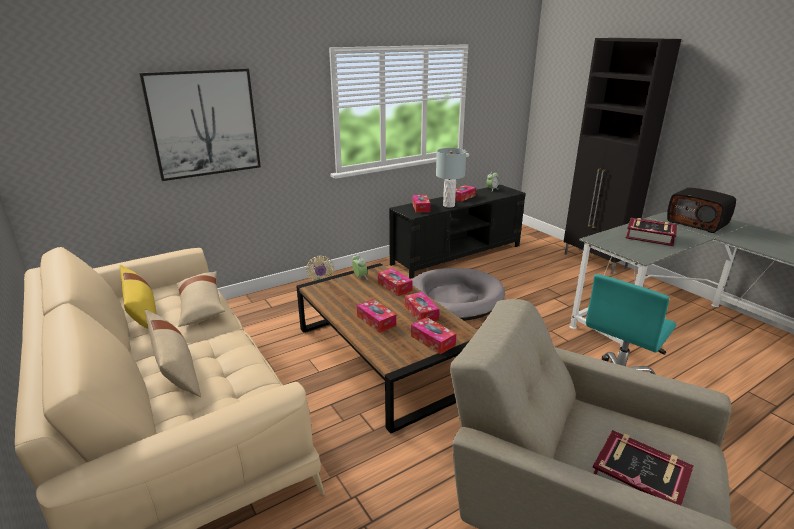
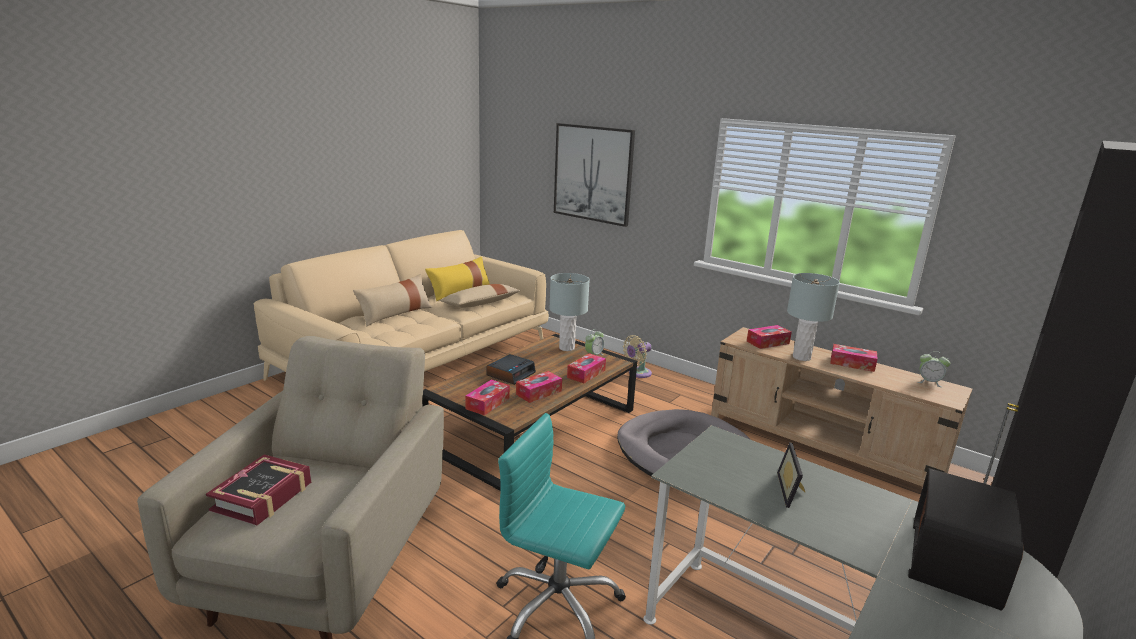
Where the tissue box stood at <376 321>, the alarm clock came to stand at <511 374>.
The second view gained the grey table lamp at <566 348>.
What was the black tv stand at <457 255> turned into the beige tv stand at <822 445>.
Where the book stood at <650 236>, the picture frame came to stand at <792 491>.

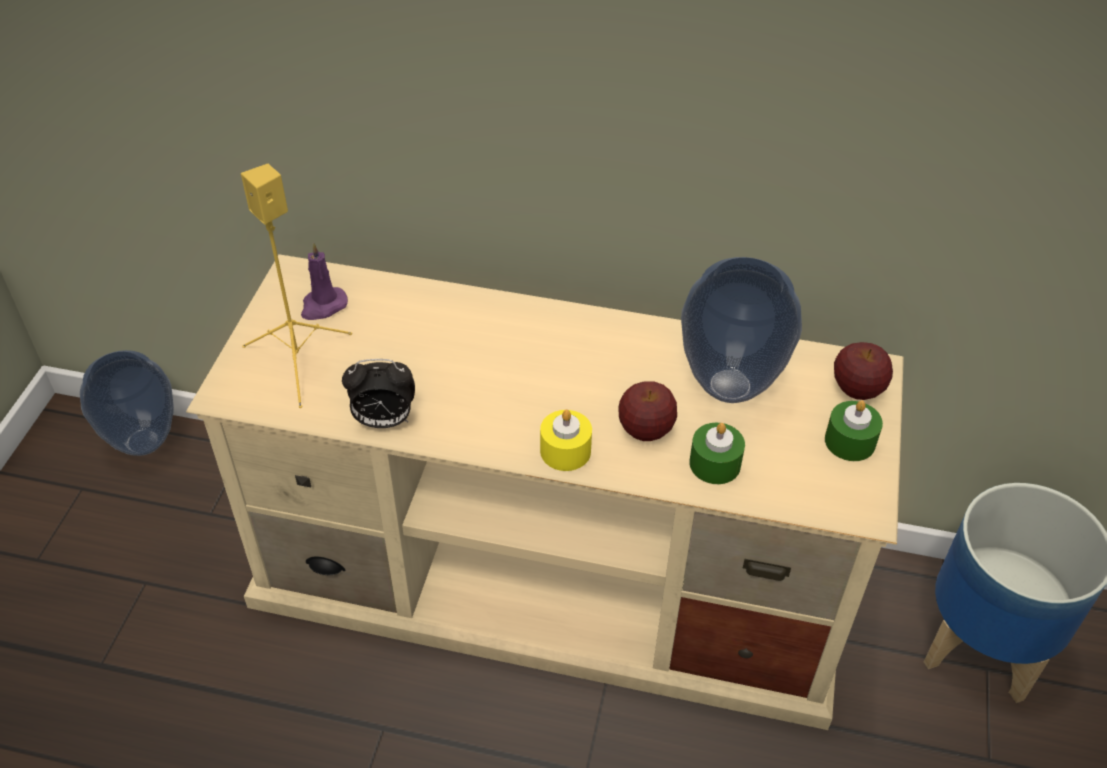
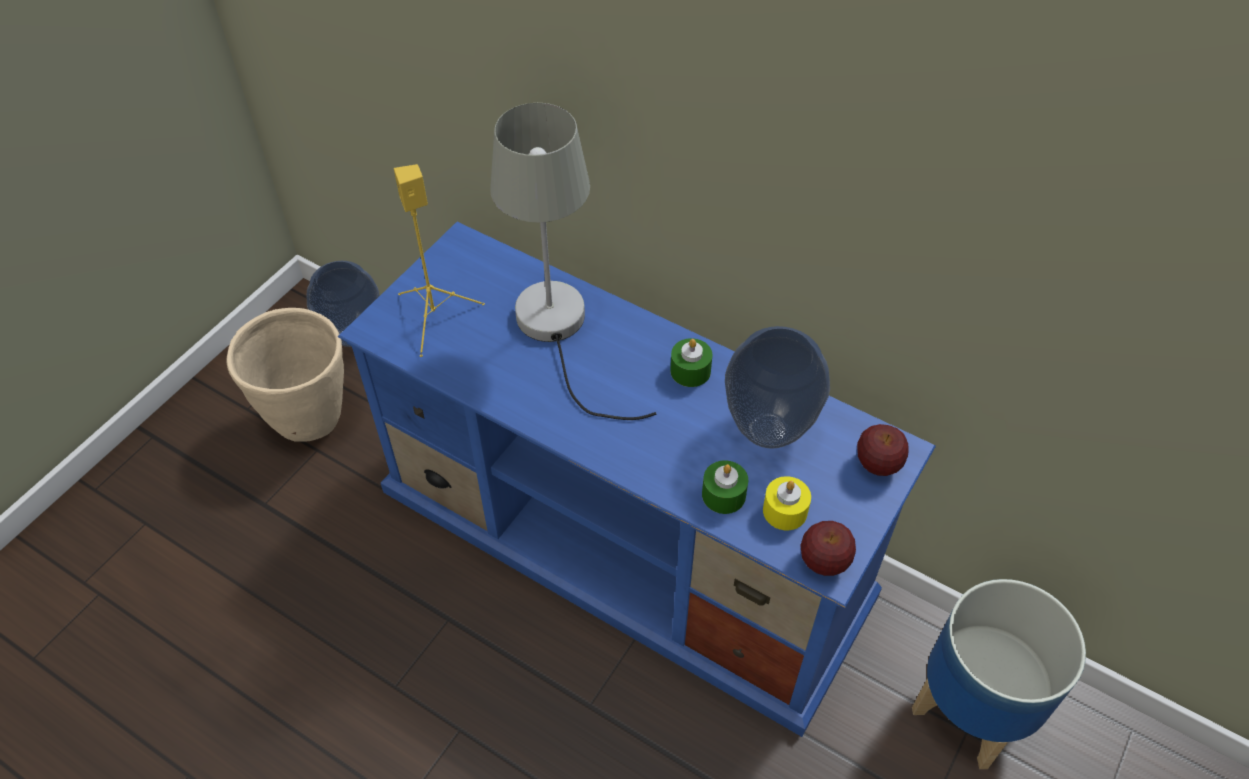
The second view gained the beige planter at <310 419>.
What was the beige tv stand at <555 580> turned into the blue tv stand at <628 541>.
The second view gained the grey table lamp at <559 331>.
The green candle ended up elsewhere, having gone from <850 441> to <690 371>.
The yellow candle ended up elsewhere, having gone from <565 451> to <785 511>.
The apple ended up elsewhere, having gone from <645 430> to <824 561>.
The second view lost the purple candle at <323 306>.
The second view lost the alarm clock at <383 421>.

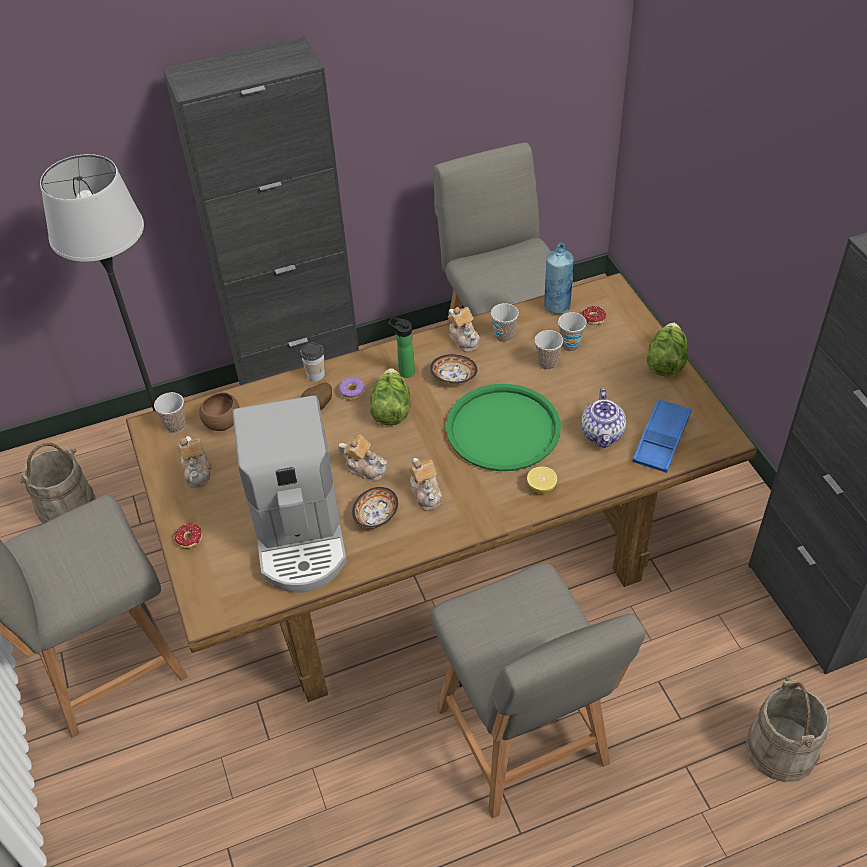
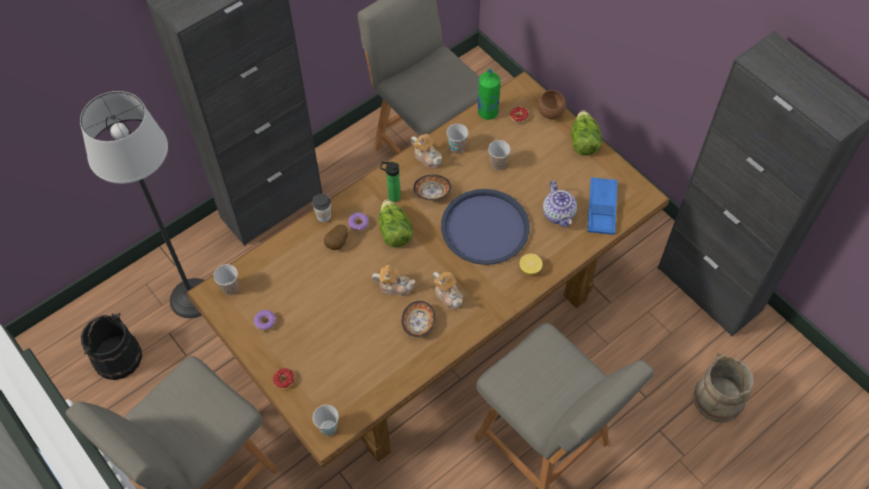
What was the beige bucket at <67 507> turned into the black bucket at <117 357>.
Where the teapot stood at <197 471>, the donut came to stand at <265 322>.
The cup ended up elsewhere, having gone from <570 345> to <328 427>.
What was the green tray at <503 429> turned into the blue tray at <485 228>.
What was the blue bottle at <557 306> turned into the green bottle at <487 112>.
The brown bowl ended up elsewhere, having gone from <223 423> to <550 112>.
The second view lost the coffee machine at <300 533>.

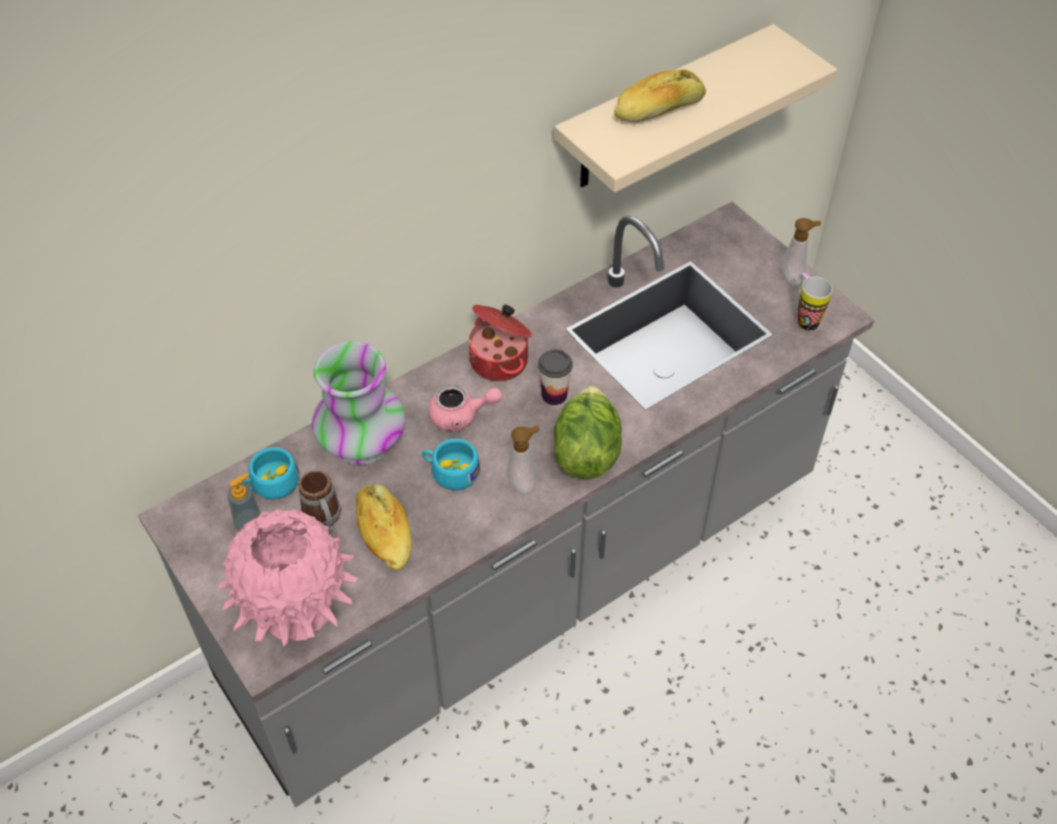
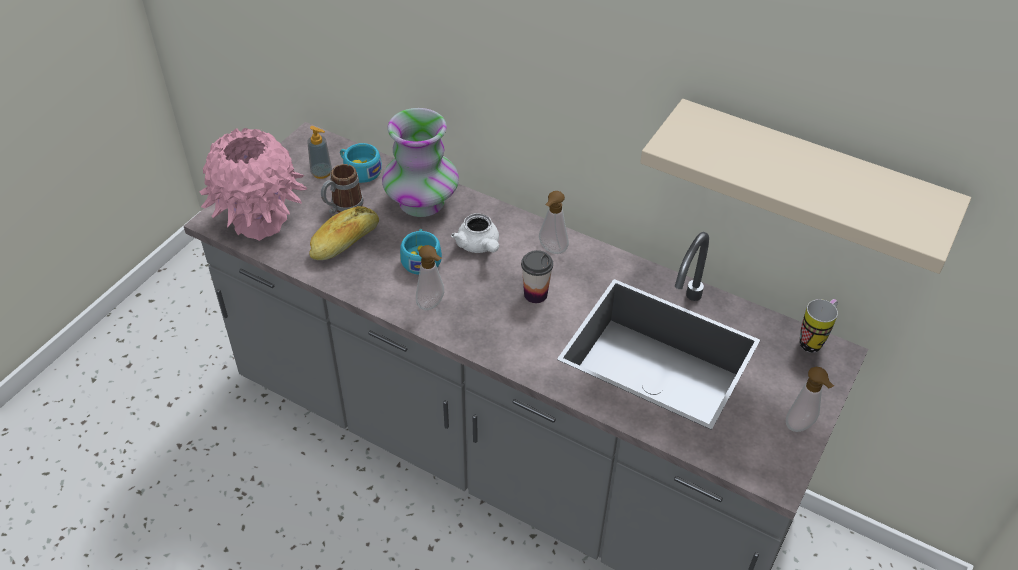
What was the pink teapot at <461 416> turned into the white teapot at <479 246>.
Where the cooking pot stood at <500 360>, the soap dispenser came to stand at <551 250>.
The mug ended up elsewhere, having gone from <804 317> to <814 340>.
The second view lost the lettuce at <586 452>.
The second view lost the bread at <659 110>.

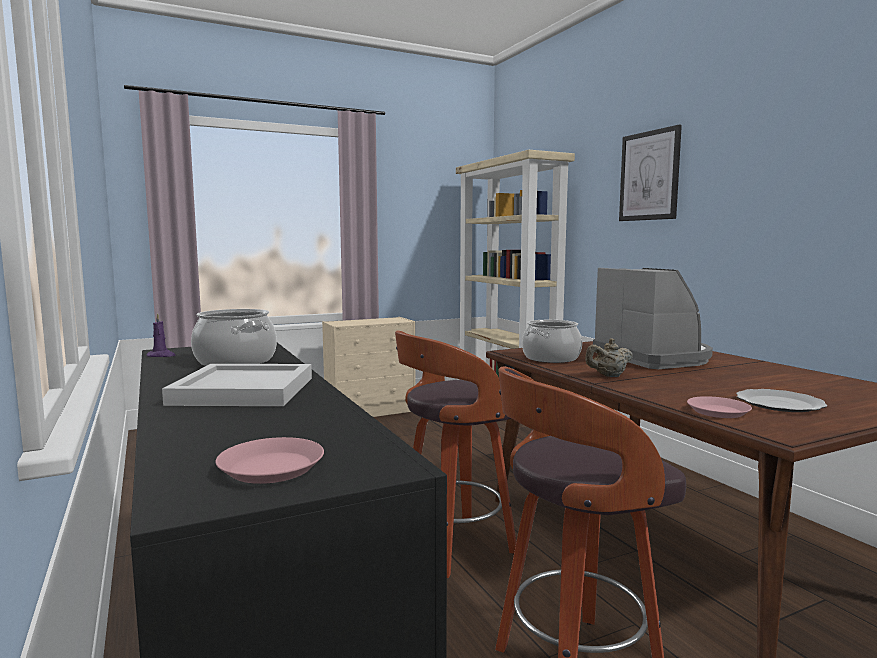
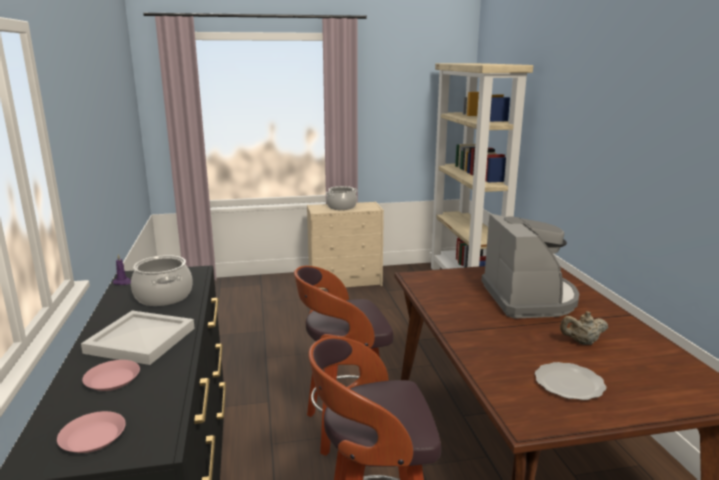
The pink plate ended up elsewhere, having gone from <718 412> to <112 380>.
The cooking pot ended up elsewhere, having gone from <551 358> to <341 207>.
The beige teapot ended up elsewhere, having gone from <608 376> to <582 342>.
The second view lost the picture at <649 176>.

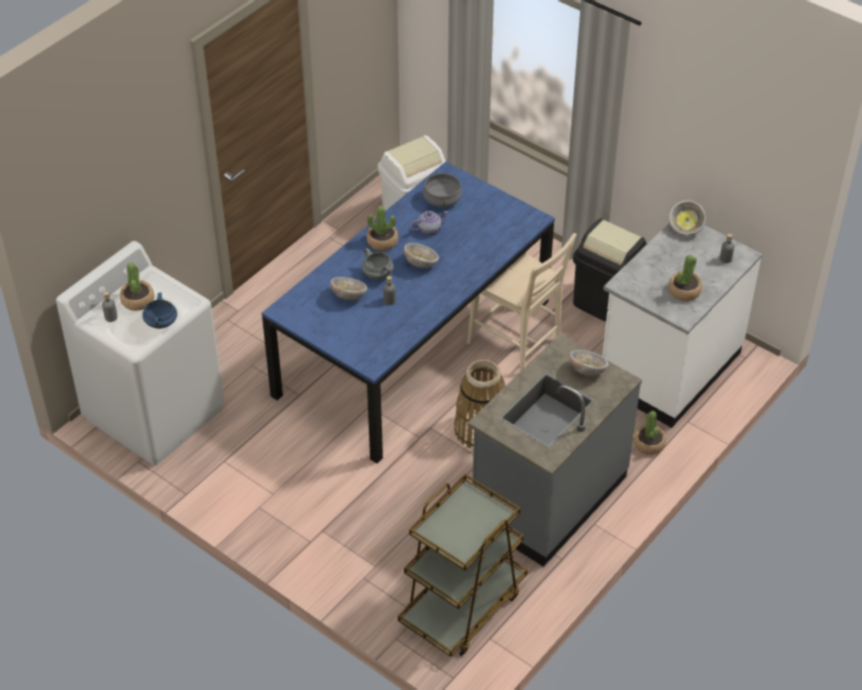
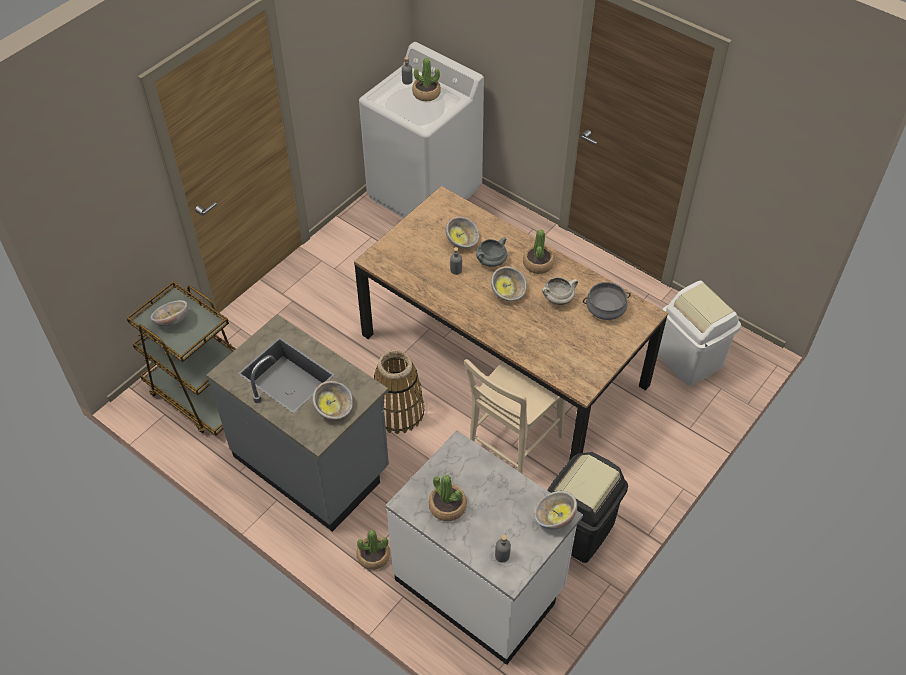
The second view gained the bowl at <172 321>.
What was the blue dining table at <412 349> turned into the brown dining table at <502 359>.
Where the teapot stood at <429 229>, the white cooking pot came to stand at <558 299>.
The second view lost the blue cooking pot at <161 323>.

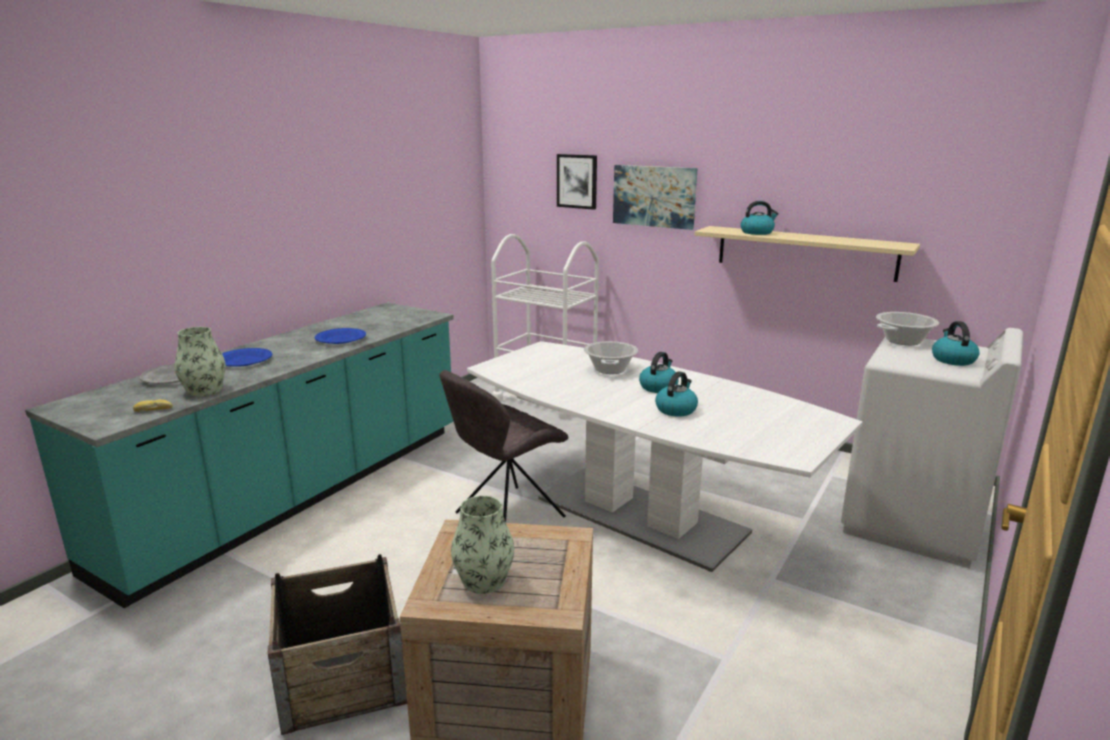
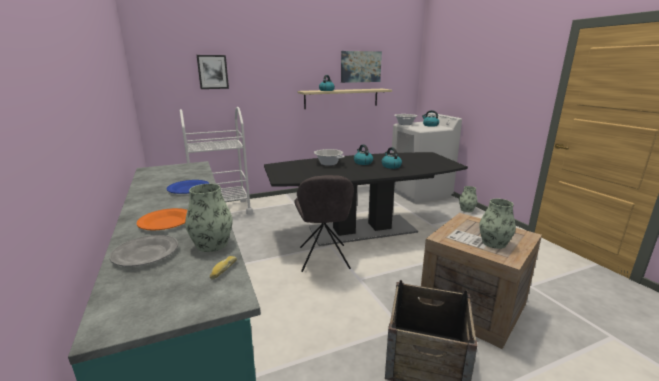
What was the blue plate at <244 361> turned into the orange plate at <166 222>.
What was the white dining table at <639 514> turned into the black dining table at <362 229>.
The picture ended up elsewhere, having gone from <654 196> to <360 66>.
The second view gained the vase at <466 209>.

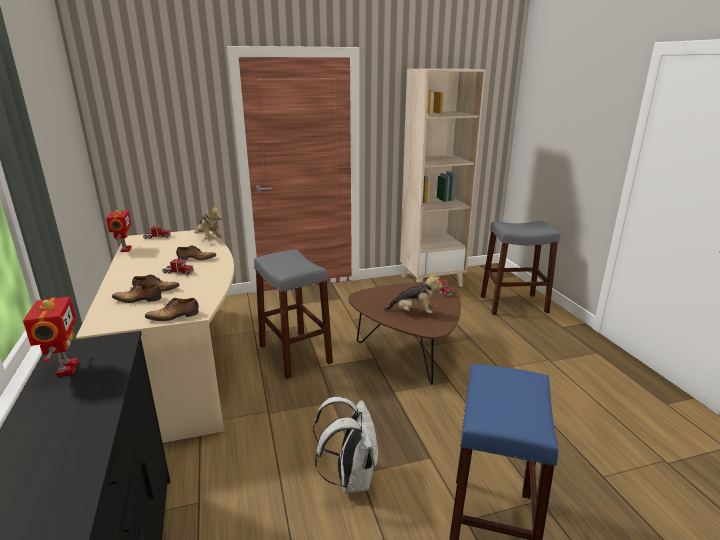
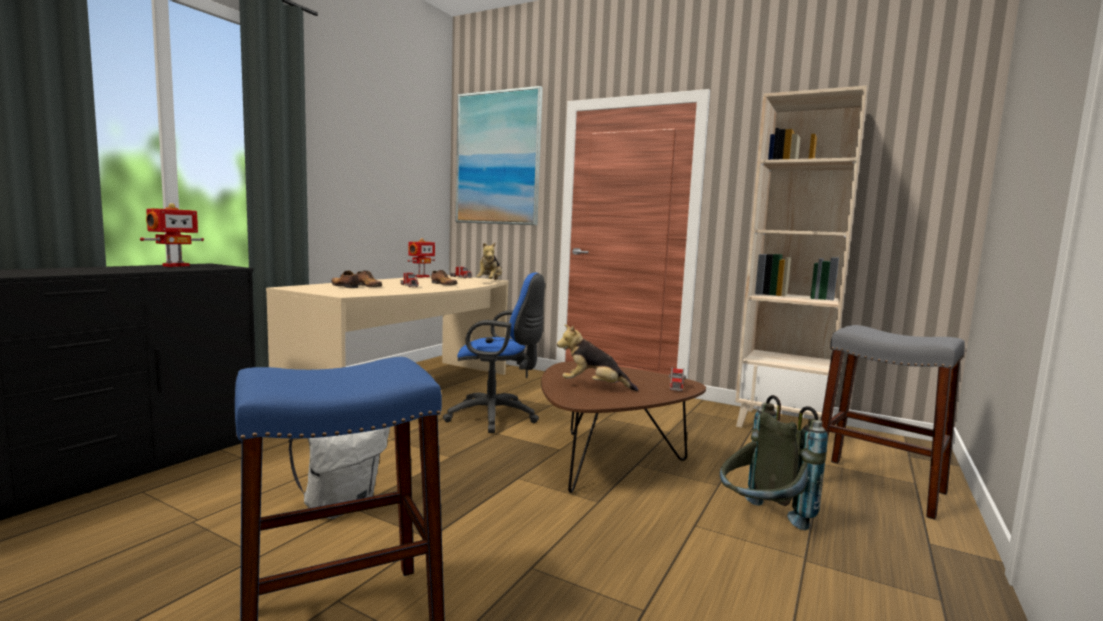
Where the grey stool stood at <295 354>, the blue office chair came to stand at <497 418>.
The second view gained the picture at <498 158>.
The plush toy at <413 312> ended up facing another way, 135 degrees clockwise from before.
The second view gained the grey backpack at <761 521>.
The second view lost the shoe at <174 316>.

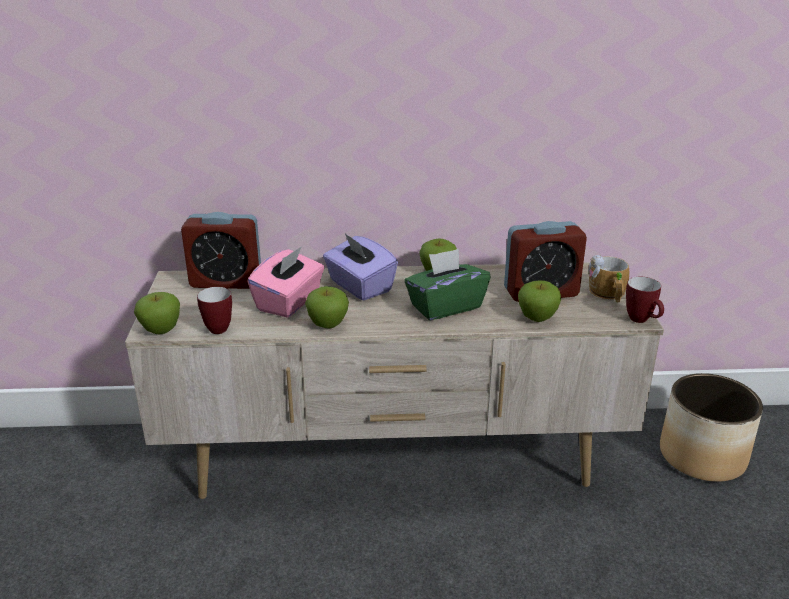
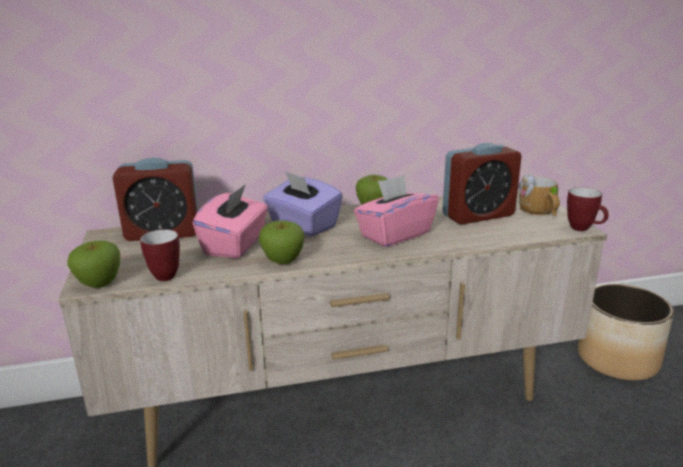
What was the green tissue box at <445 306> turned into the pink tissue box at <395 234>.
The second view lost the apple at <537 318>.

